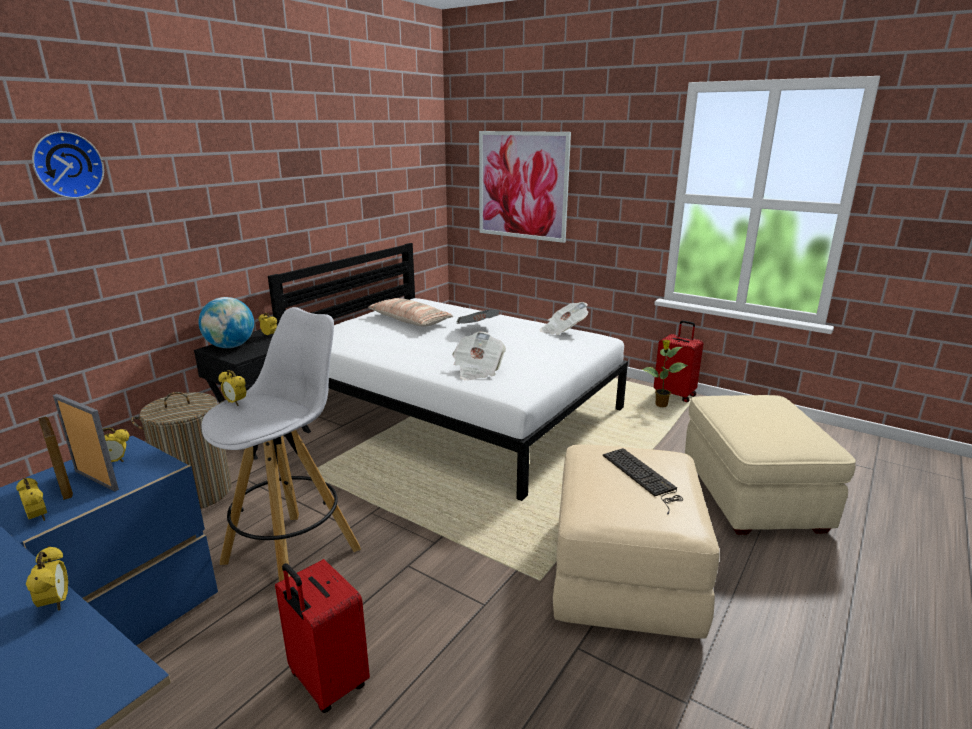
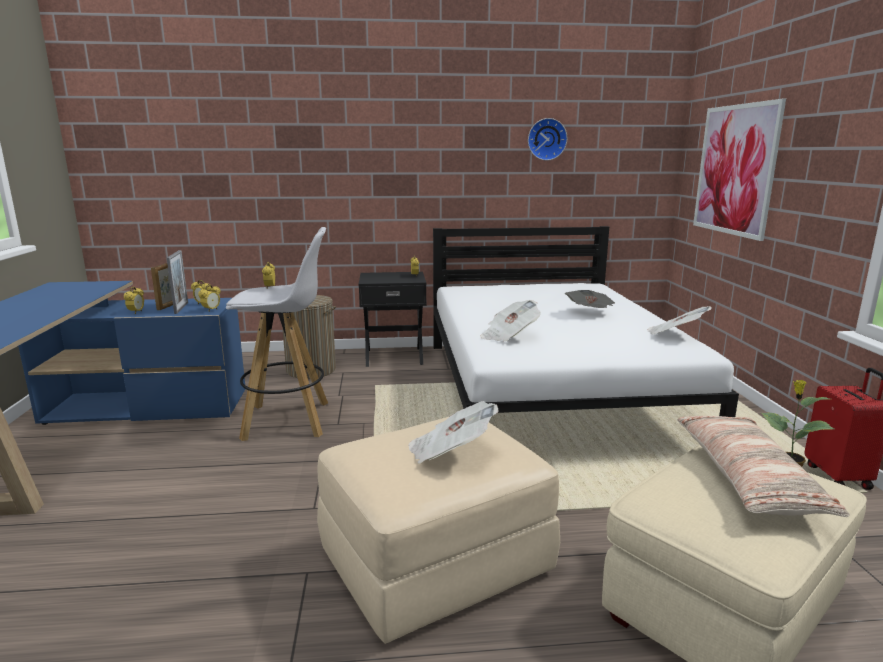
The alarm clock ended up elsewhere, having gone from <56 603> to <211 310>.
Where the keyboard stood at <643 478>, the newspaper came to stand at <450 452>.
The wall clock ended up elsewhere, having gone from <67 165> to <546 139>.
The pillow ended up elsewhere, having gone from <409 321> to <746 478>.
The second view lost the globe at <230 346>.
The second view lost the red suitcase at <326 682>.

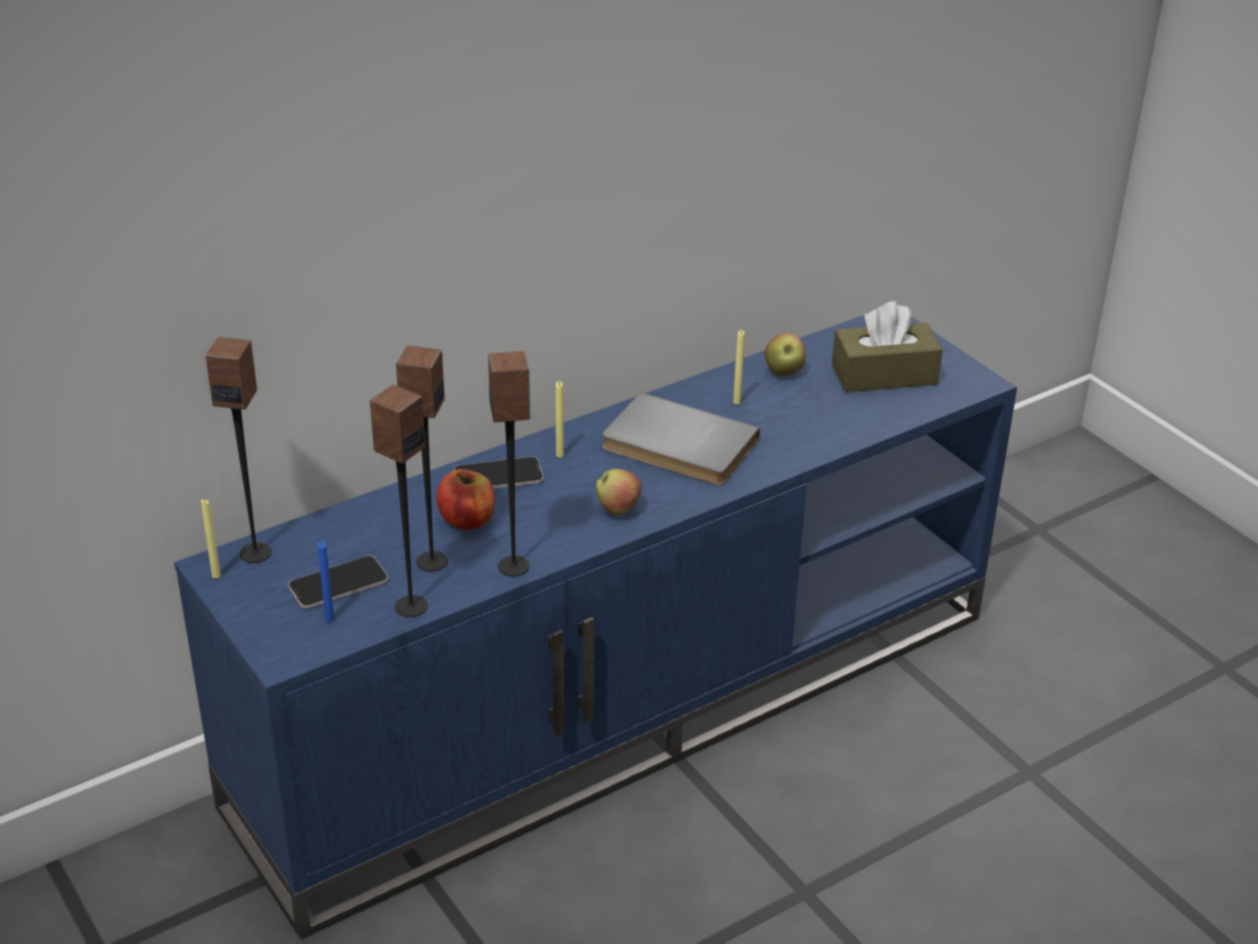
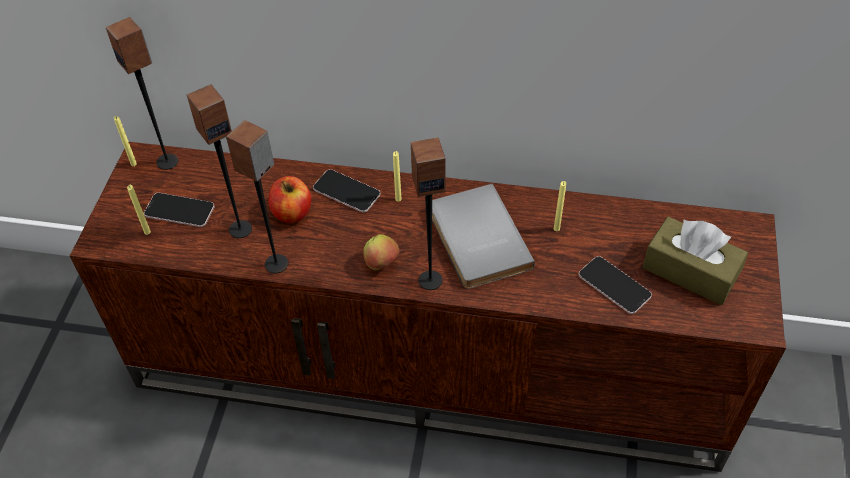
What was the blue tv stand at <623 703> turned into the brown tv stand at <432 366>.
What was the blue candle at <329 619> turned into the yellow candle at <147 232>.
The speaker ended up elsewhere, having gone from <410 606> to <430 280>.
The second view gained the phone at <614 285>.
The second view lost the apple at <784 372>.

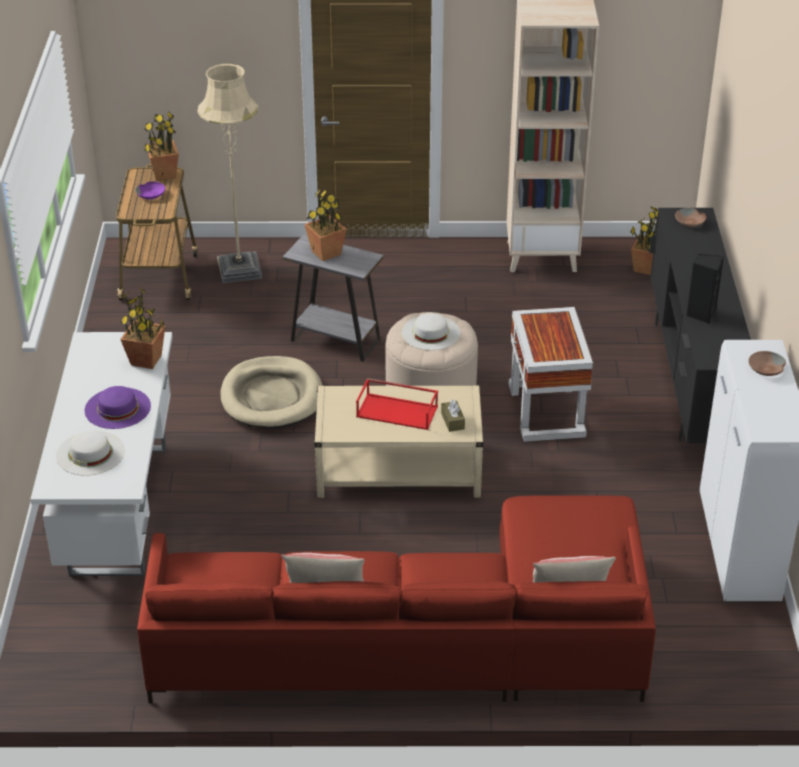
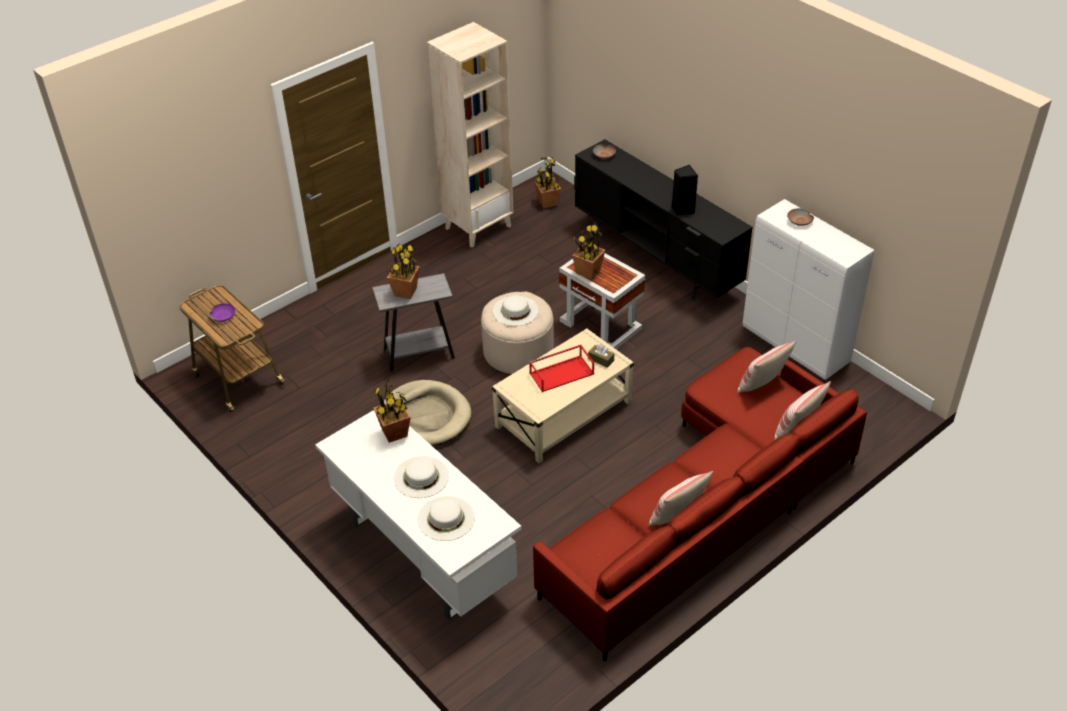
What was the purple hat at <117 408> turned into the white hat at <421 477>.
The potted plant ended up elsewhere, having gone from <164 174> to <588 272>.
The second view gained the pillow at <762 384>.
The second view lost the beige floor lamp at <239 270>.

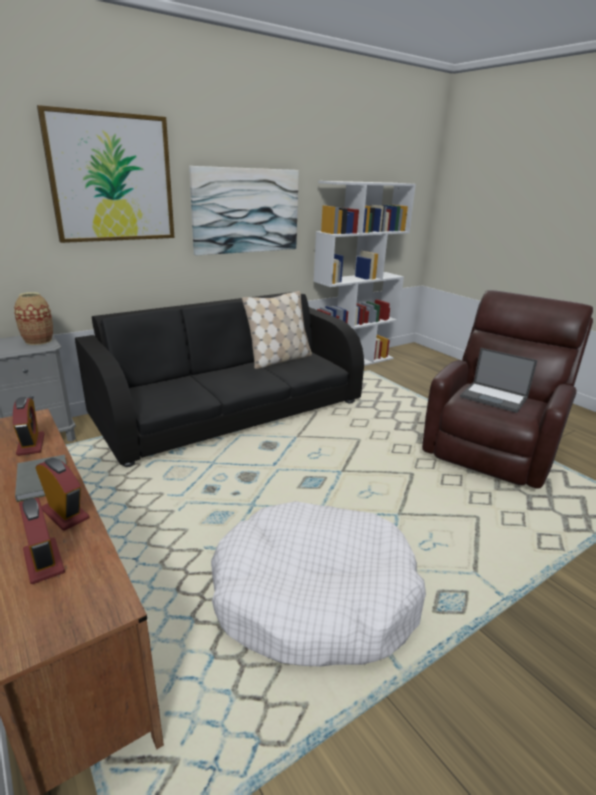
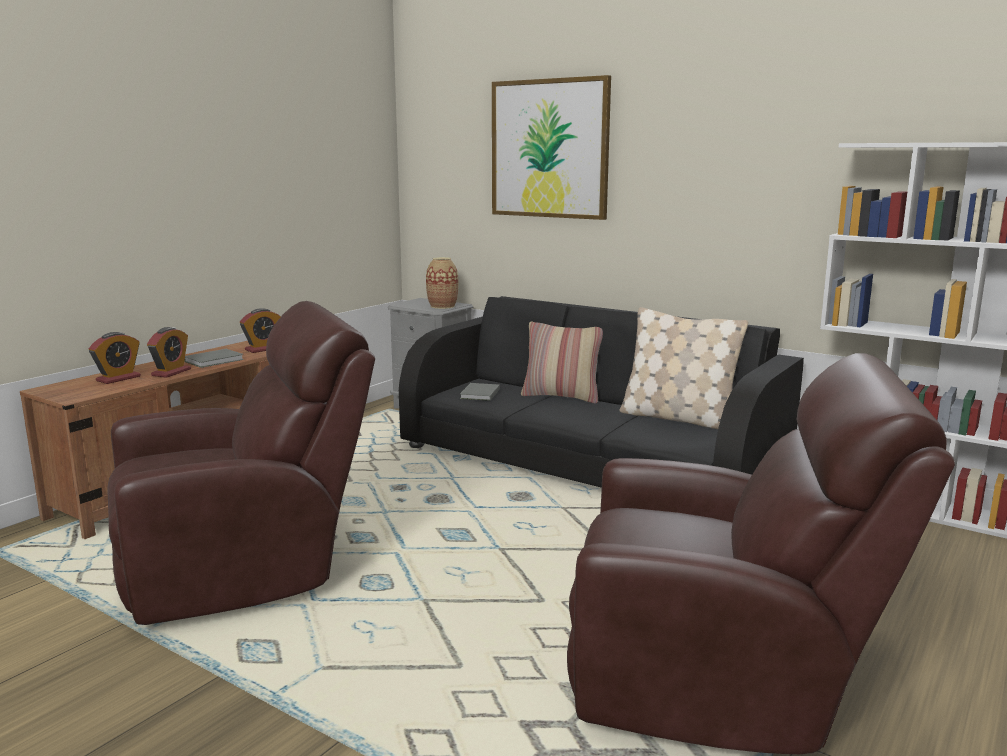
Where the white dog bed stood at <314 598>, the brown armchair came to stand at <246 569>.
The second view gained the grey book at <479 394>.
The second view gained the pillow at <561 396>.
The second view lost the picture at <246 211>.
The second view lost the laptop at <494 397>.

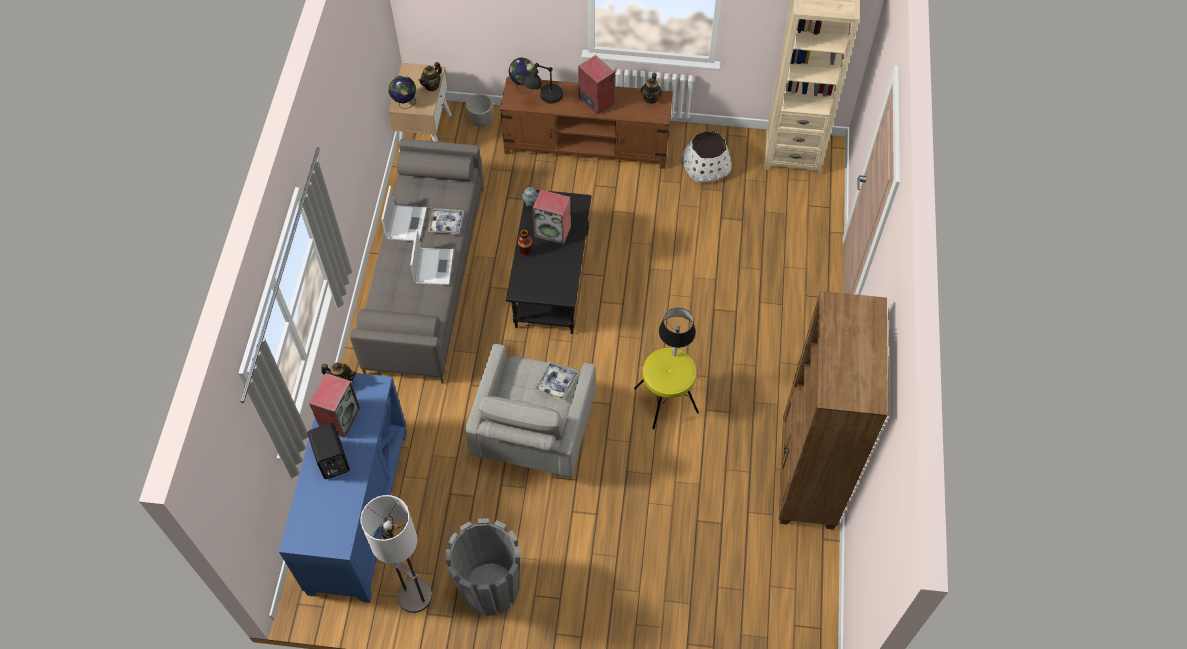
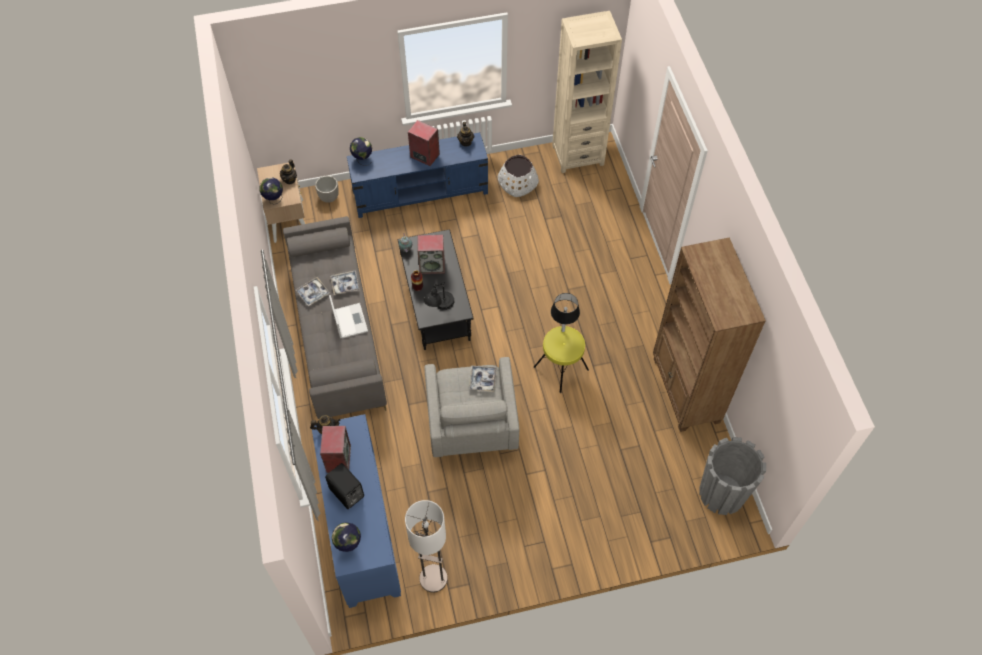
Where the laptop stood at <406 223>, the tray came to stand at <313 293>.
The second view gained the globe at <348 544>.
What was the brown tv stand at <587 145> turned into the blue tv stand at <421 193>.
The black table lamp ended up elsewhere, having gone from <543 100> to <440 308>.
The grey planter ended up elsewhere, having gone from <490 587> to <722 493>.

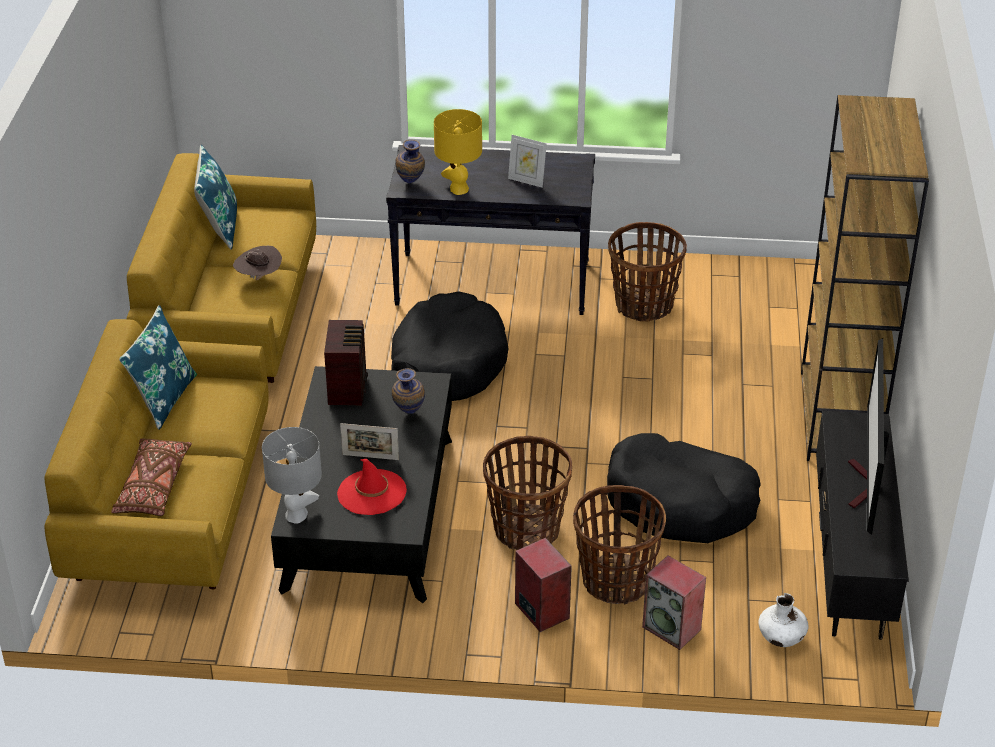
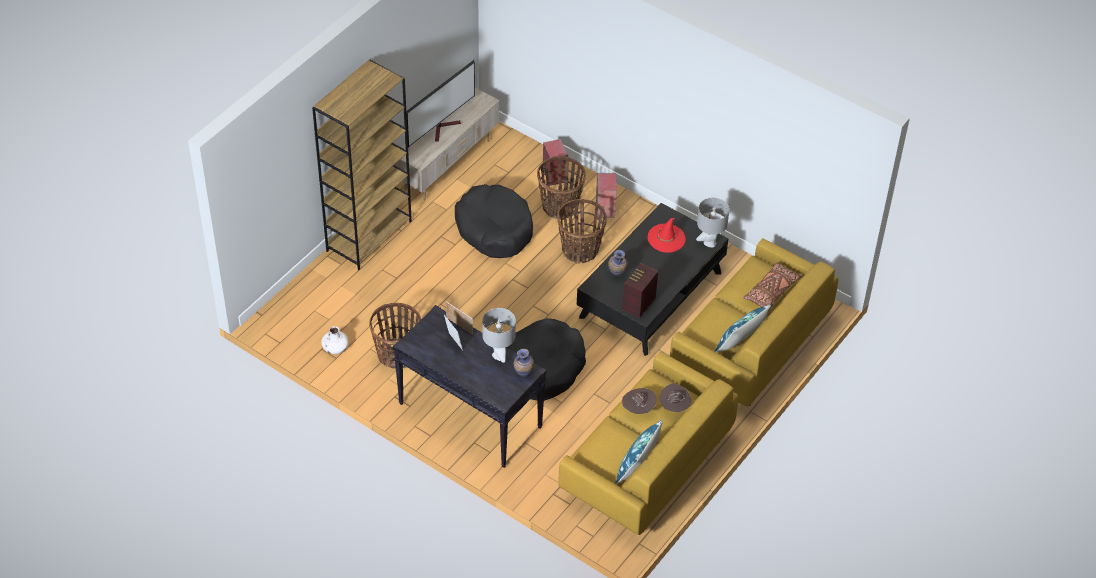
The white vase ended up elsewhere, having gone from <781 638> to <335 349>.
What was the black tv stand at <849 565> turned into the beige tv stand at <448 166>.
The picture frame ended up elsewhere, having gone from <370 457> to <459 326>.
What was the yellow table lamp at <458 189> turned into the grey table lamp at <498 355>.
The second view gained the brown hat at <674 407>.

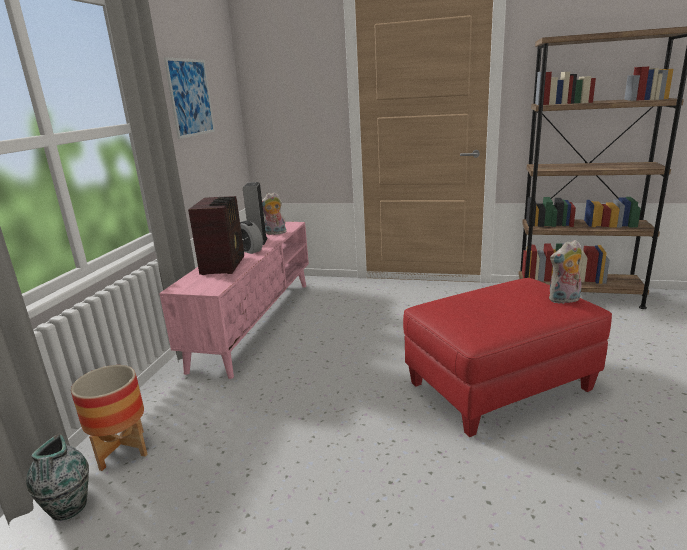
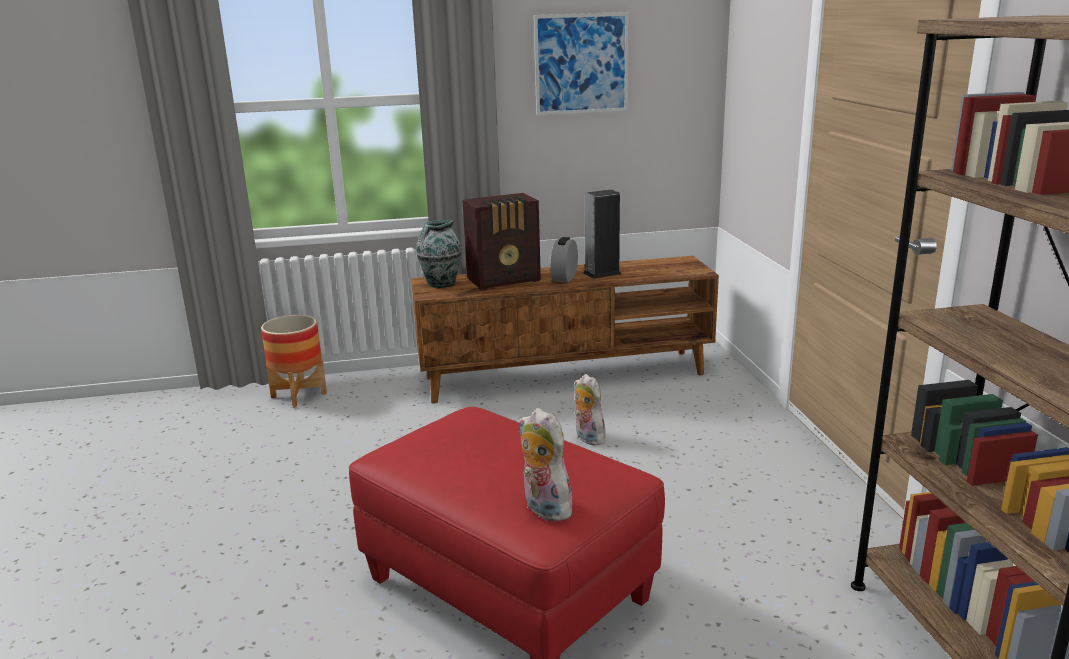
What was the pink tv stand at <255 322> turned into the brown tv stand at <565 375>.
The vase ended up elsewhere, having gone from <68 508> to <440 284>.
The plush toy ended up elsewhere, having gone from <275 233> to <587 438>.

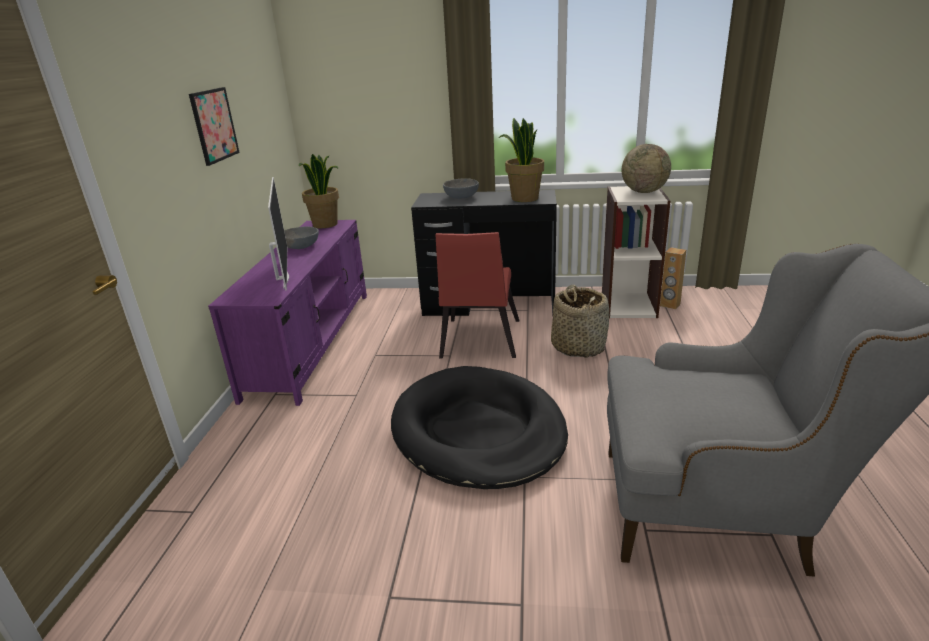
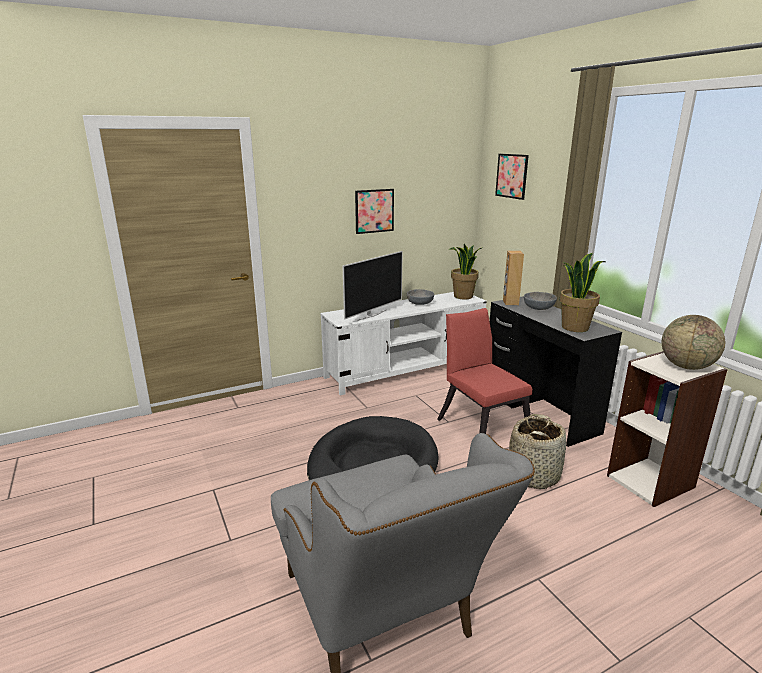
What was the purple tv stand at <312 341> turned into the white tv stand at <405 369>.
The red chair at <478 342> ended up facing another way, 90 degrees clockwise from before.
The second view gained the picture at <511 176>.
The brown speaker ended up elsewhere, having gone from <670 305> to <510 303>.

